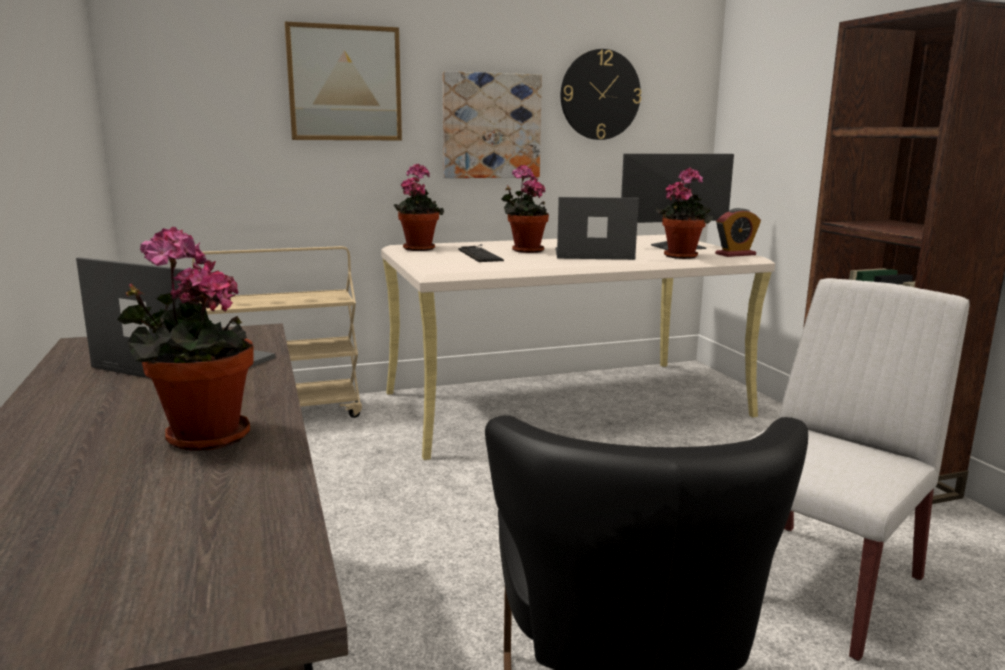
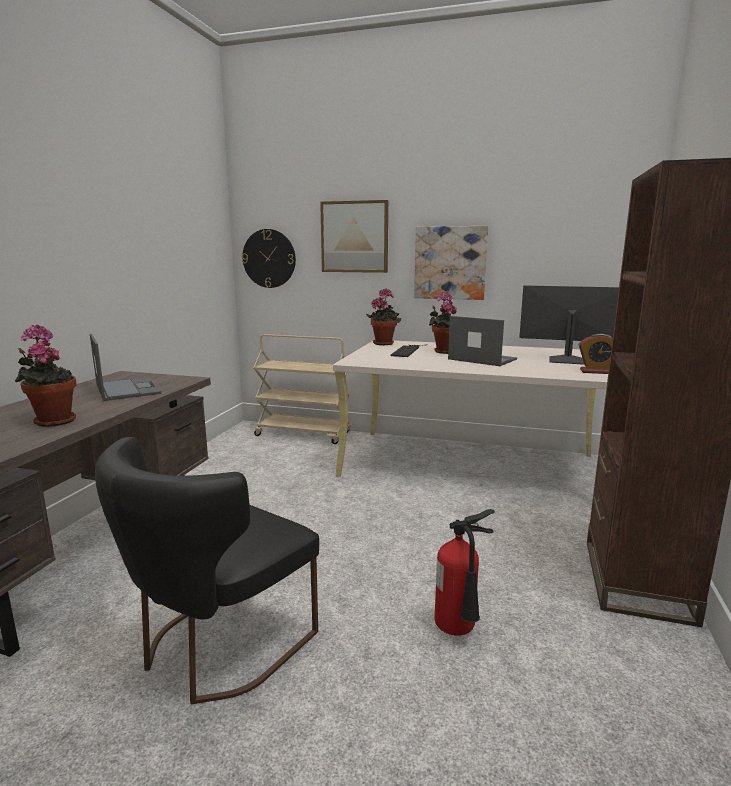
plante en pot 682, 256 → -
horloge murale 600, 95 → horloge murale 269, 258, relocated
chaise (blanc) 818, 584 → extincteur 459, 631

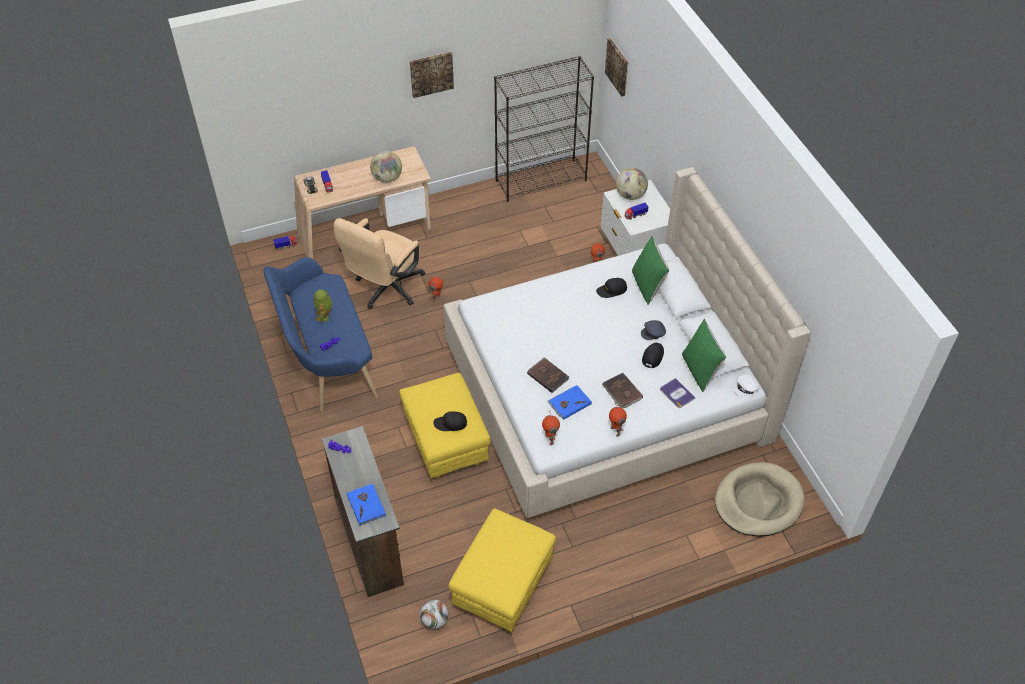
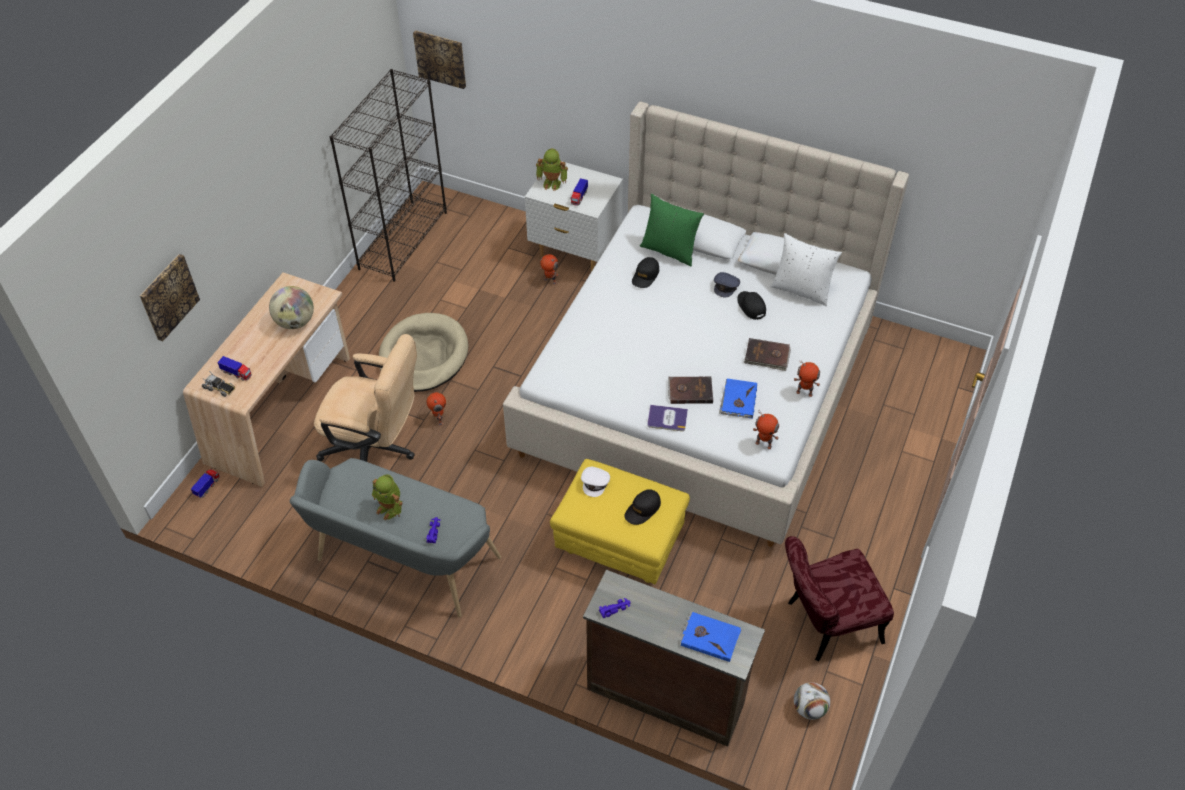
tableau 431, 73 → tableau 168, 296, relocated
livre 677, 393 → livre 667, 418, relocated
panier pour chien (beige) 758, 502 → panier pour chien (beige) 423, 356, relocated
casquette (blanc) 746, 387 → casquette (blanc) 595, 483, relocated
pouf (jaune) 502, 586 → chaise (rouge) 824, 624
globe 630, 195 → robot jouet 552, 183
banc (bleu) 327, 360 → banc (gris) 402, 564
coussin (vert) 700, 370 → coussin (blanc) 801, 290
chaise de bureau (beige) 385, 290 → chaise de bureau (beige) 376, 450, 60 degrees counterclockwise

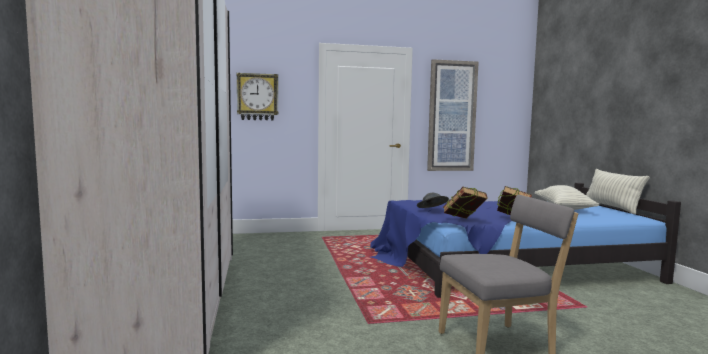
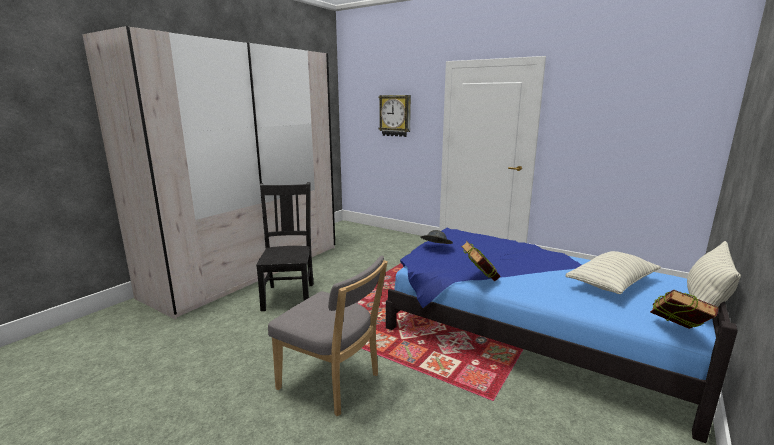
tableau 451, 116 → -
- → chaise (noir) 289, 295
livre 463, 221 → livre 676, 332, relocated

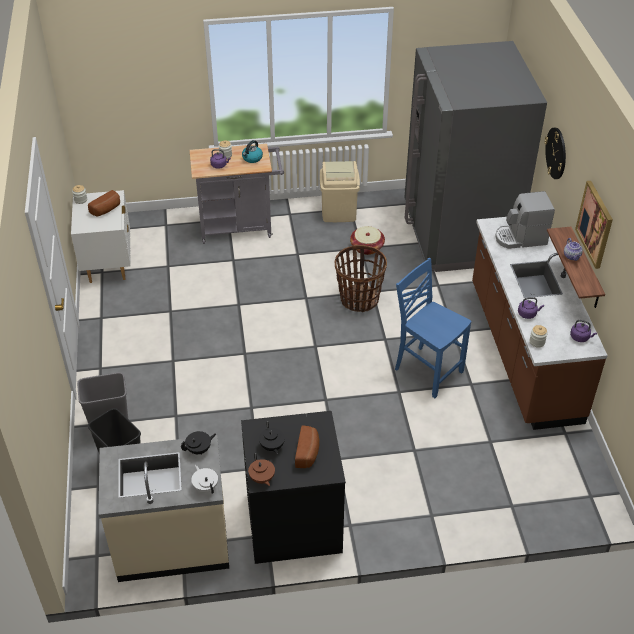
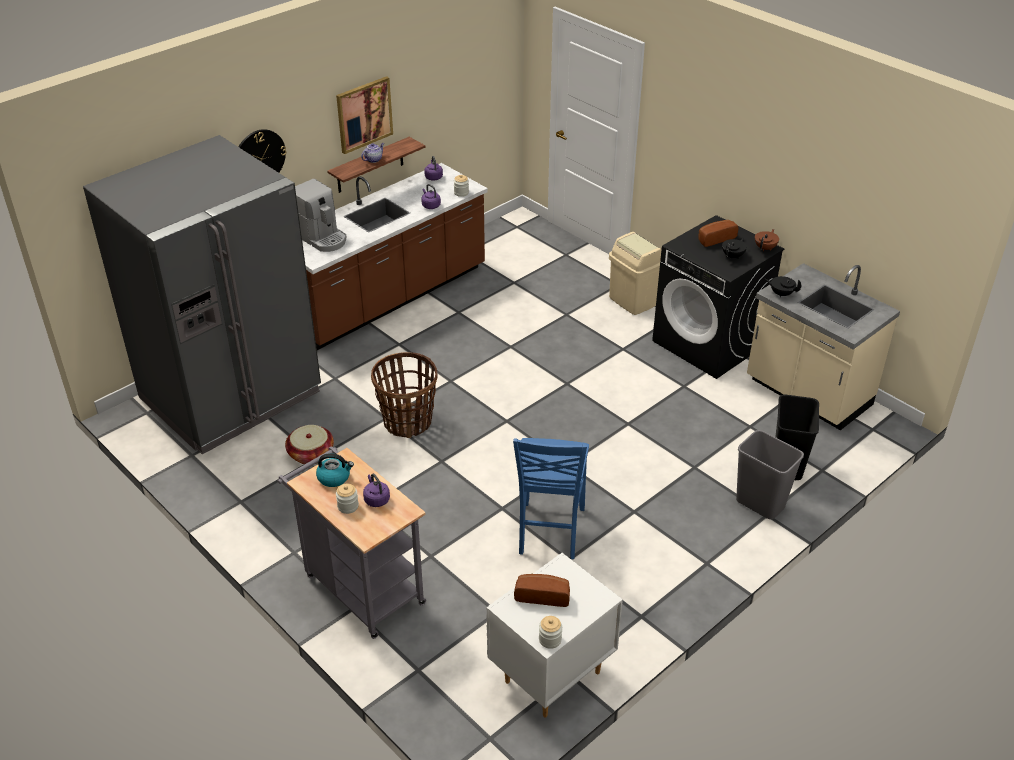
théière (blanc) 205, 486 → -
poubelle (beige) 339, 212 → poubelle (beige) 634, 300, relocated
chaise (bleu) 427, 370 → chaise (bleu) 549, 532, relocated

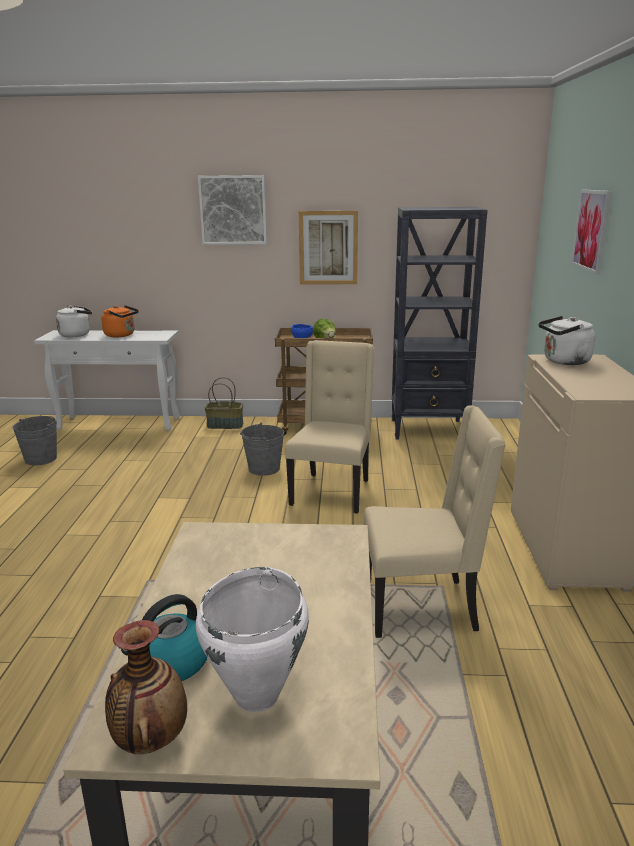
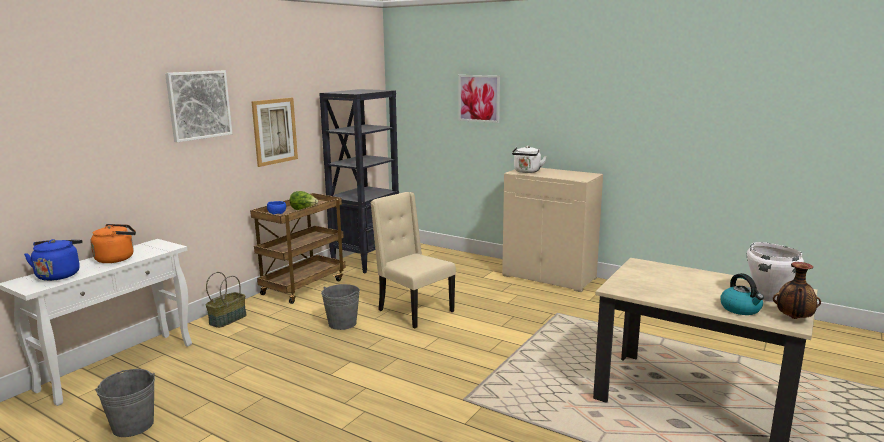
chaise (beige) 422, 606 → -
bouilloire (blanc) 77, 335 → bouilloire (bleu) 59, 275

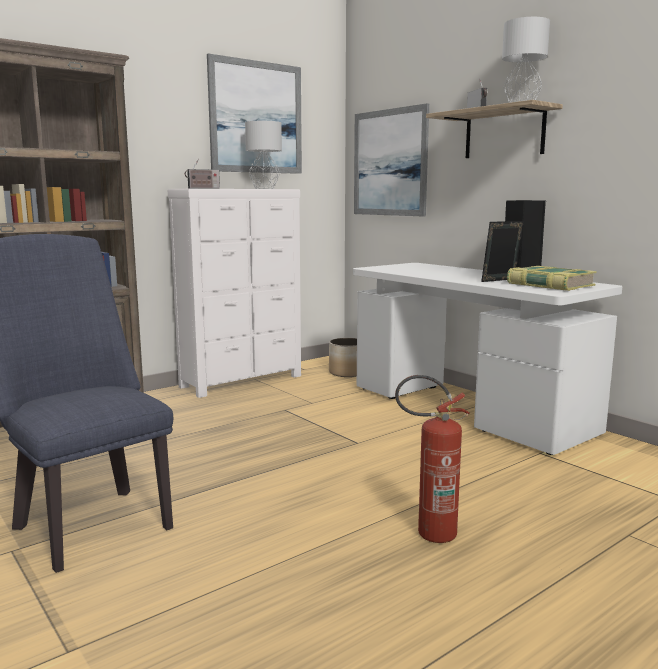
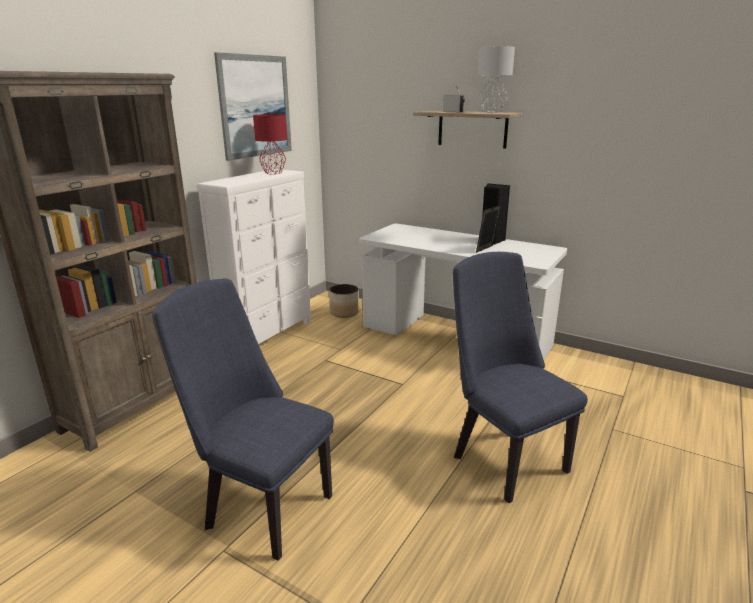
radio 202, 188 → -
tableau 389, 163 → -
livre 549, 285 → -
extincteur 427, 535 → chaise (bleu) 503, 458
lampe de table (gris) 265, 188 → lampe de table (rouge) 274, 173

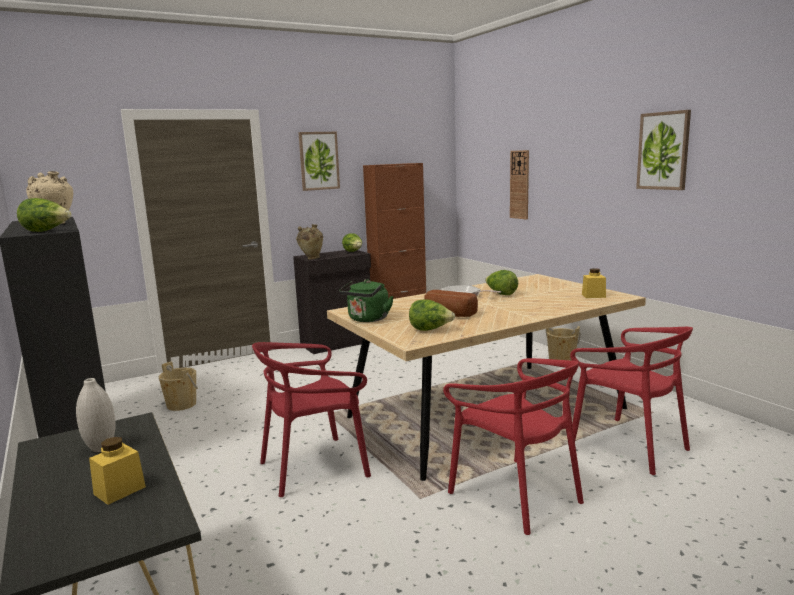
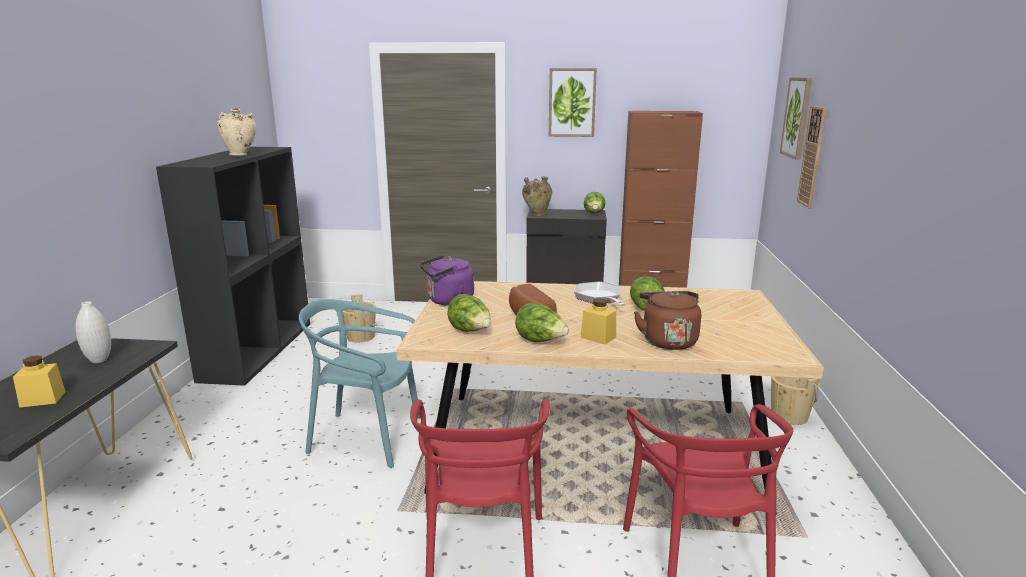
- → bouilloire (marron) 667, 340
laitue 46, 231 → laitue 540, 341, relocated
bocal (jaune) 593, 296 → bocal (jaune) 598, 337, relocated
tableau 663, 151 → tableau 797, 117, relocated
chaise (rouge) 314, 467 → chaise (turquoise) 366, 437
bouilloire (vert) 367, 319 → bouilloire (violet) 448, 301

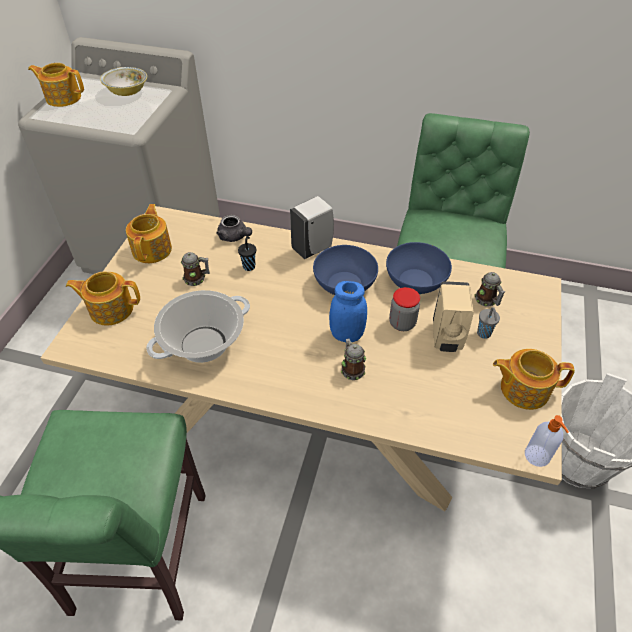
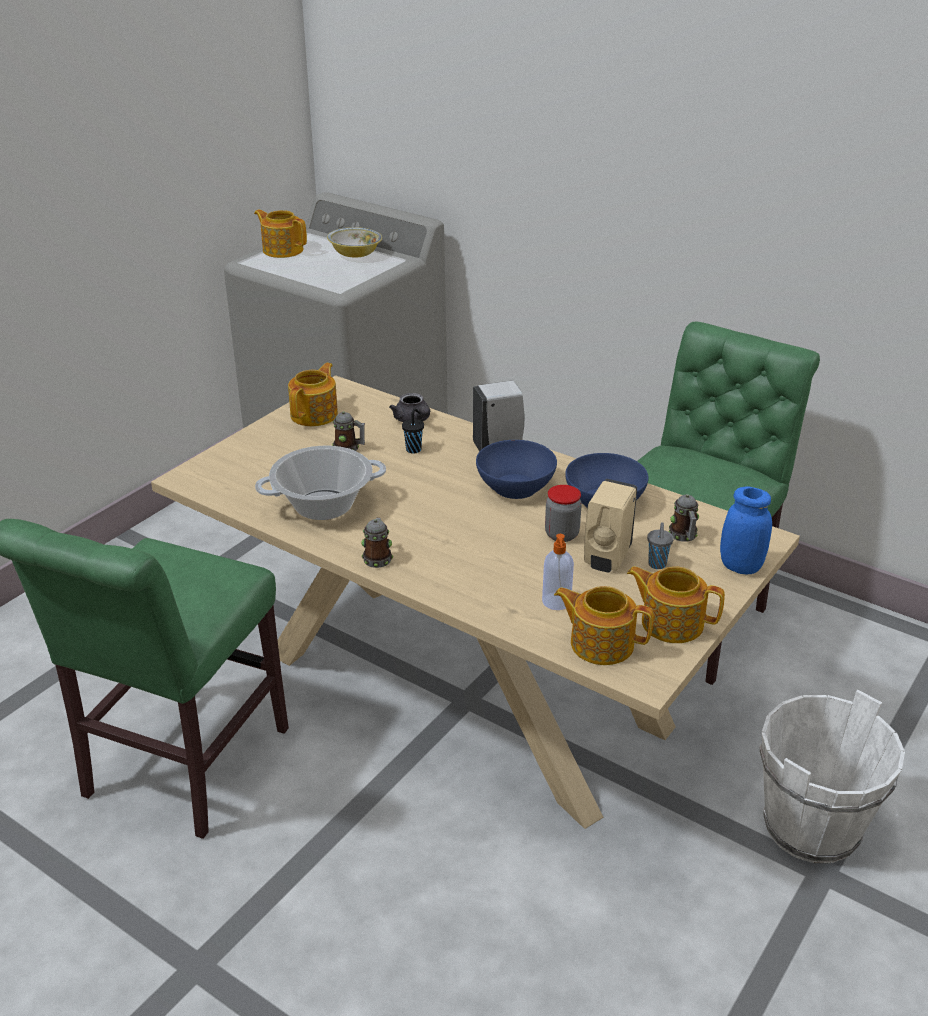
théière 110, 308 → théière 600, 643, relocated
bocal (bleu) 346, 334 → bocal (bleu) 740, 566, relocated
mug 351, 368 → mug 378, 557, relocated
distributeur de savon 537, 456 → distributeur de savon 556, 602, relocated

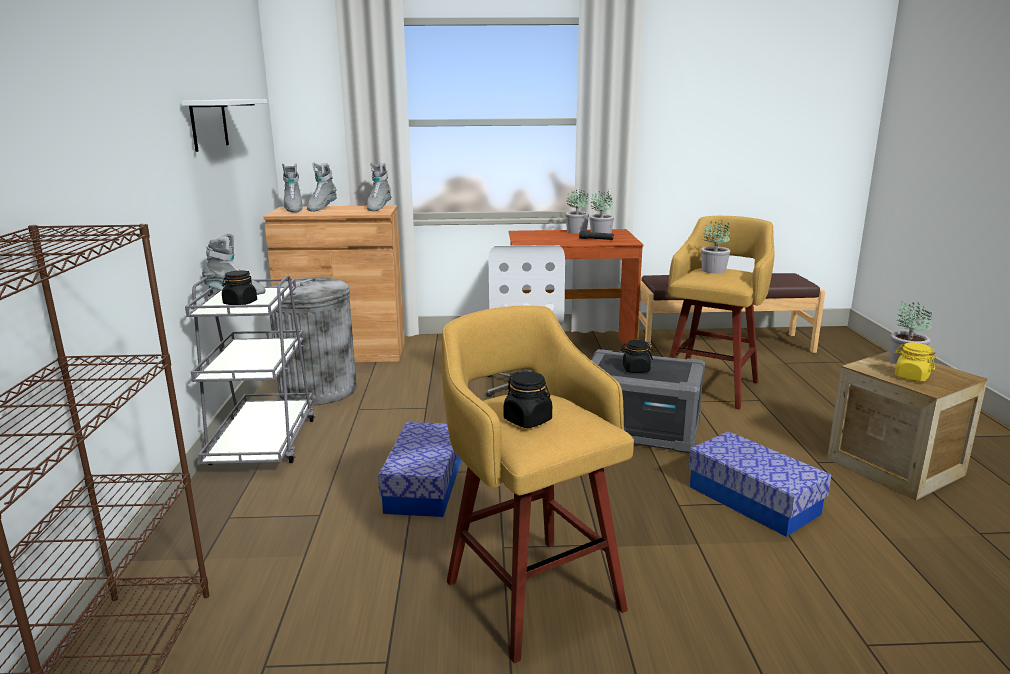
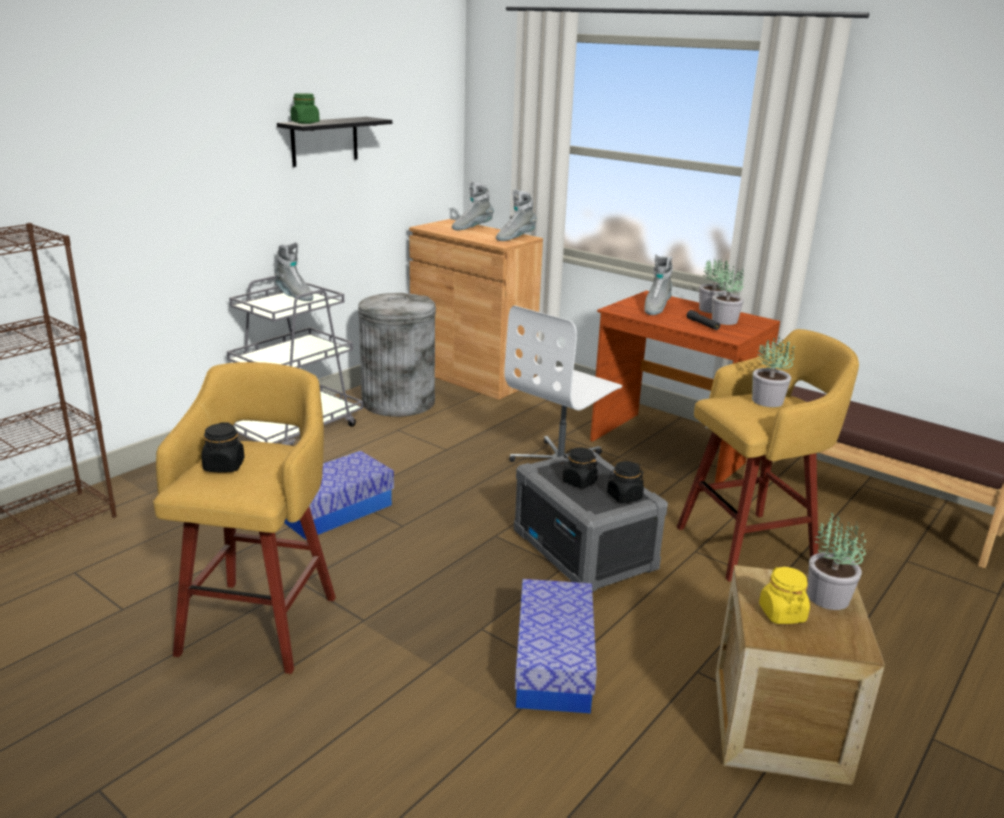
- → bocal (vert) 305, 123
bocal (noir) 240, 303 → bocal (noir) 624, 496, relocated
botte (gris) 293, 209 → botte (gris) 656, 308, relocated
étagère (blanc) 209, 124 → étagère (noir) 324, 141

